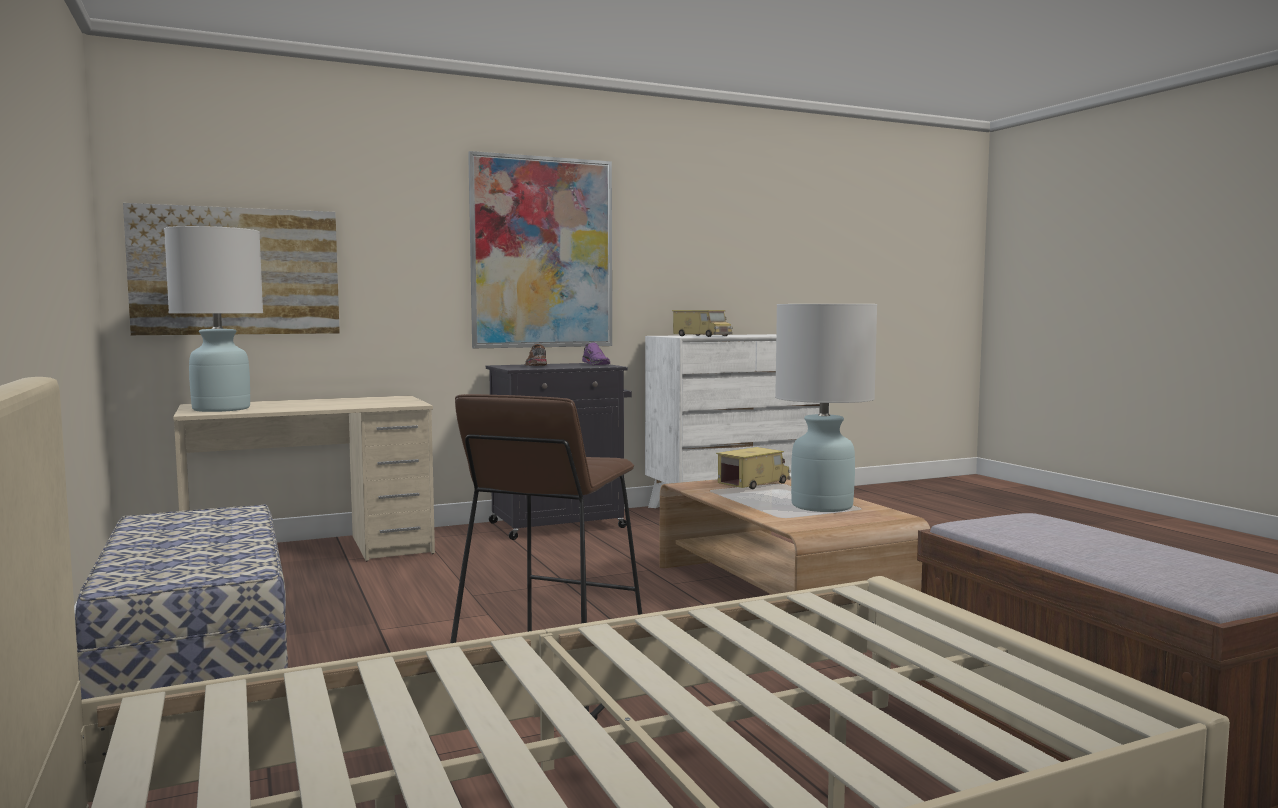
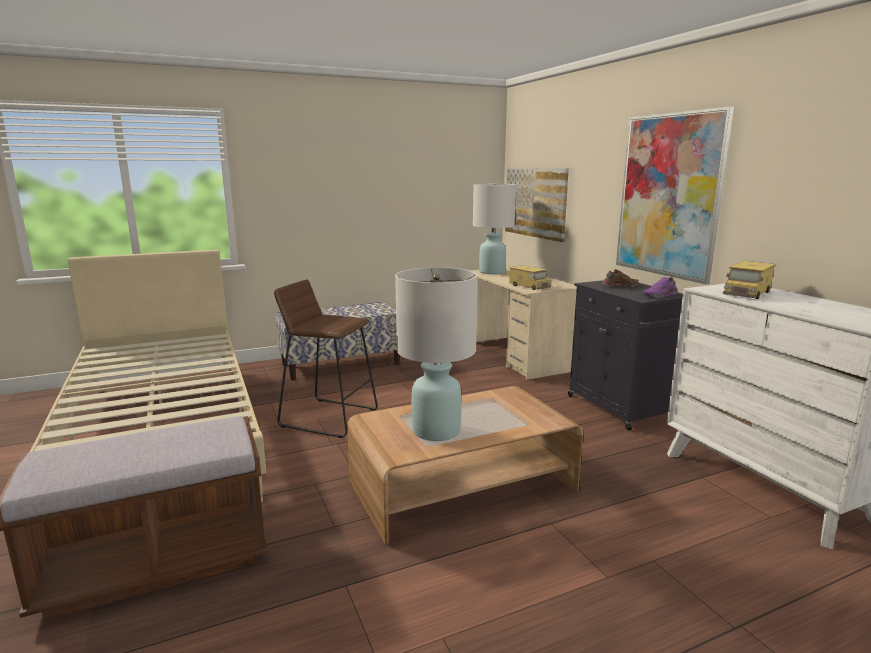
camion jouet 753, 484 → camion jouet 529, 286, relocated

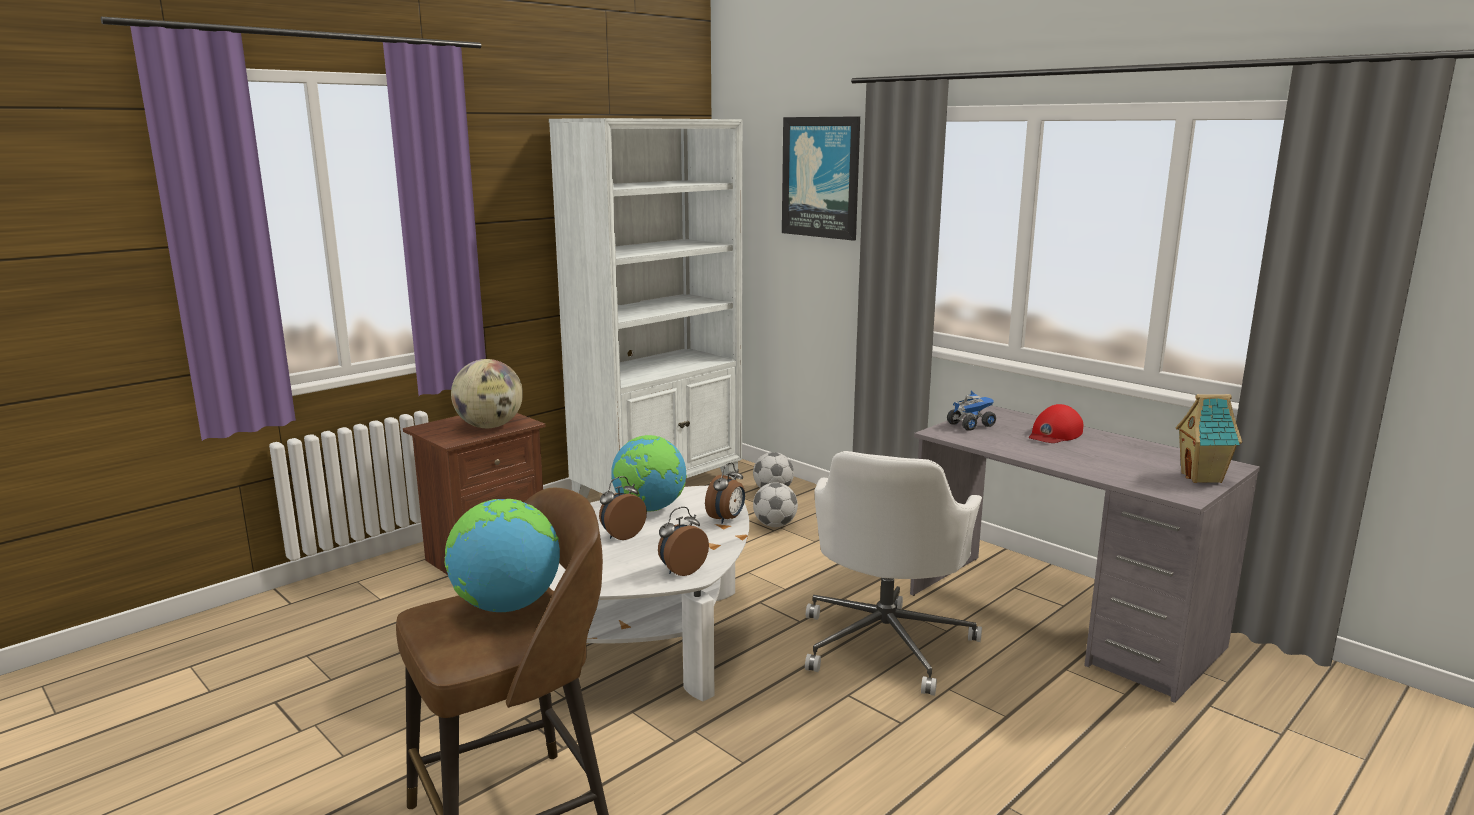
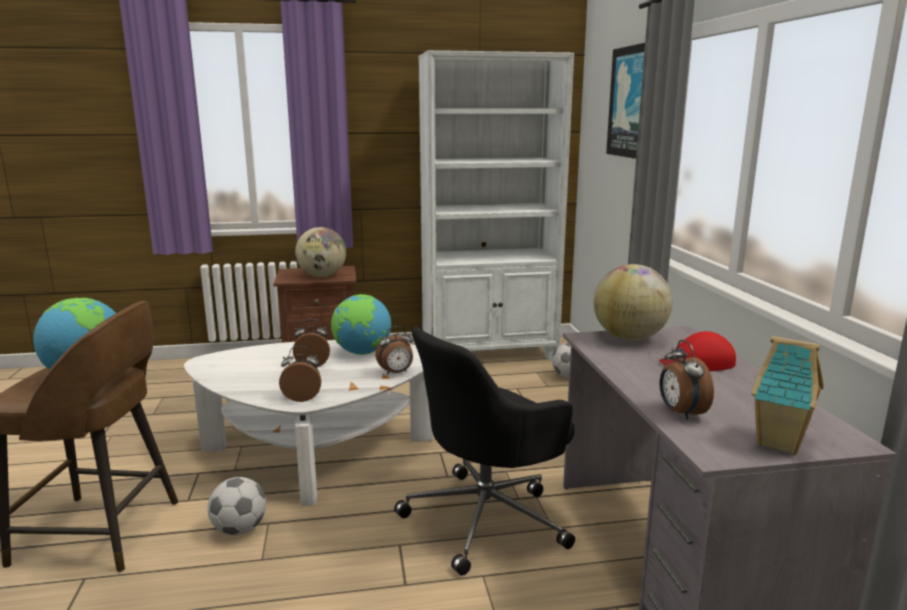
- → réveil 680, 413
ballon de foot 775, 525 → ballon de foot 240, 529, relocated
camion jouet 971, 425 → globe 629, 338
chaise de bureau (blanc) 886, 643 → chaise de bureau (noir) 487, 517

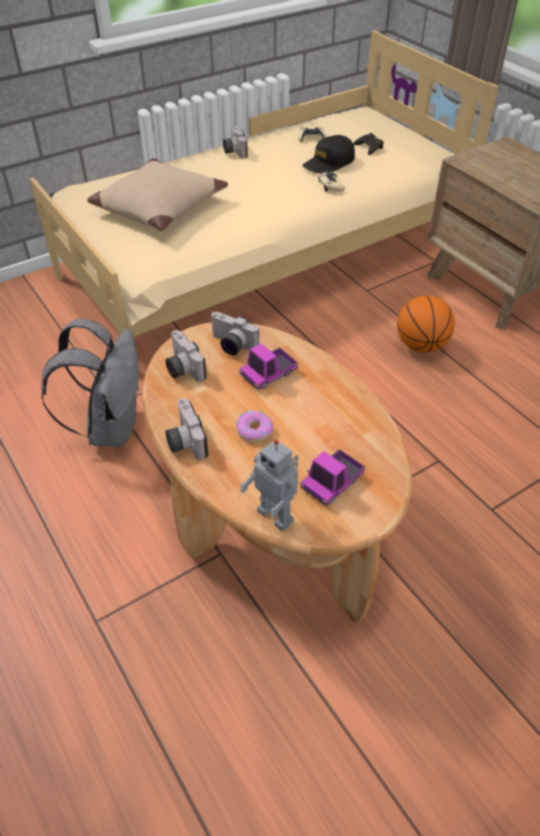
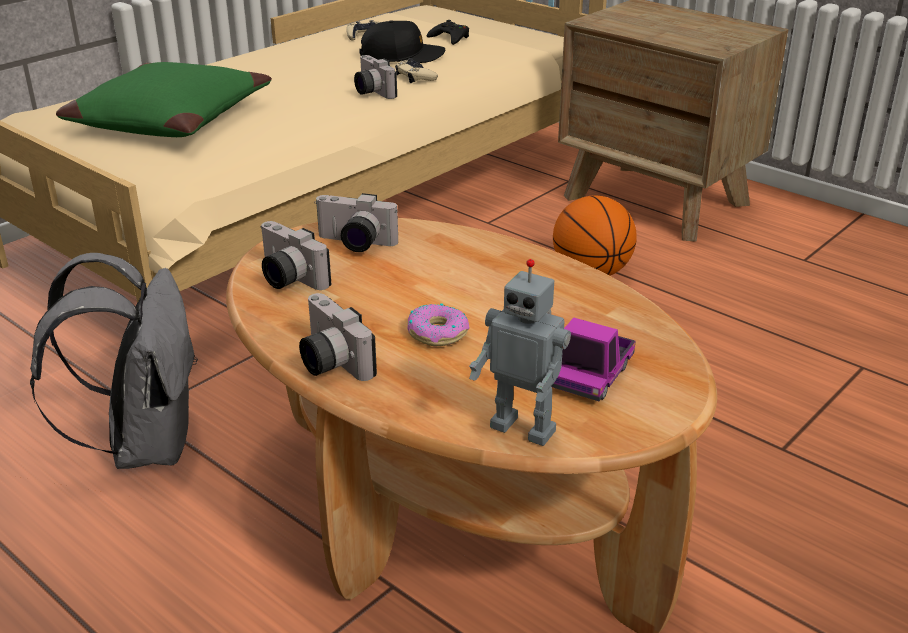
camion jouet 268, 374 → -
appareil photo 233, 151 → appareil photo 370, 92, relocated
coussin (beige) 159, 207 → coussin (vert) 169, 120
casquette (noir) 329, 163 → casquette (noir) 402, 56, 135 degrees counterclockwise

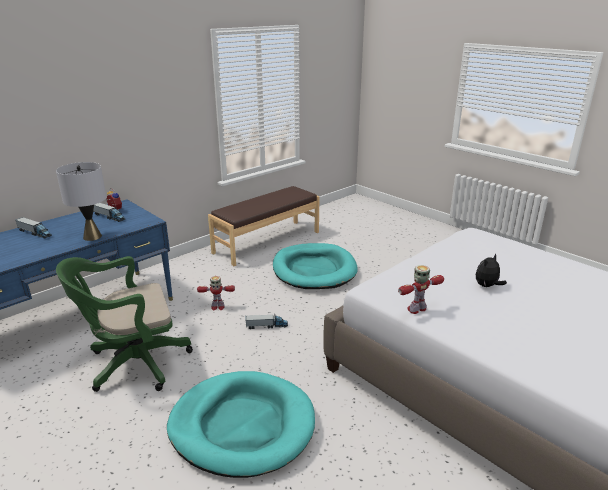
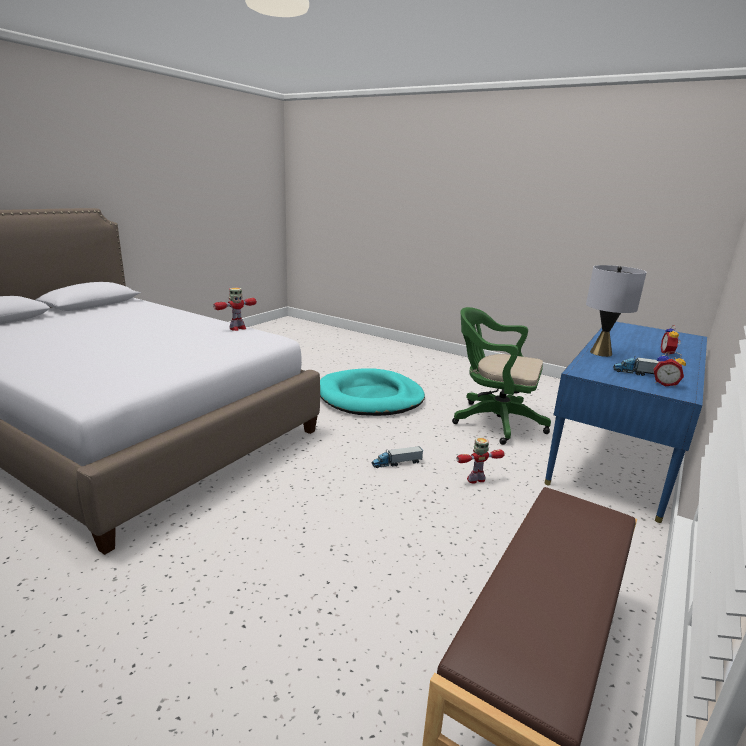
panier pour chien (turquoise) 314, 269 → -
peluche 487, 286 → -
camion jouet 35, 233 → réveil 668, 353
chaise de bureau (vert) 133, 364 → chaise de bureau (vert) 493, 421, 120 degrees counterclockwise

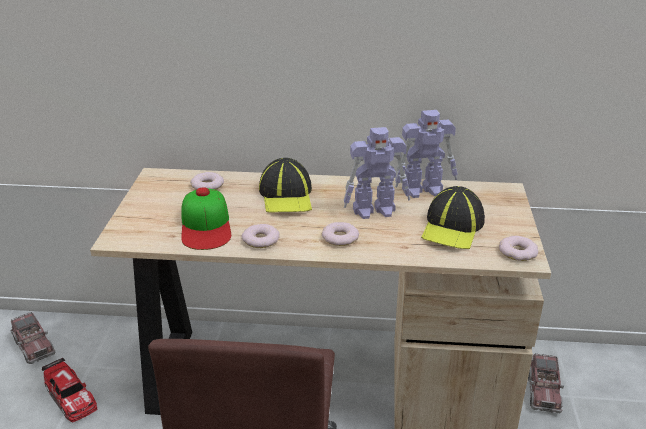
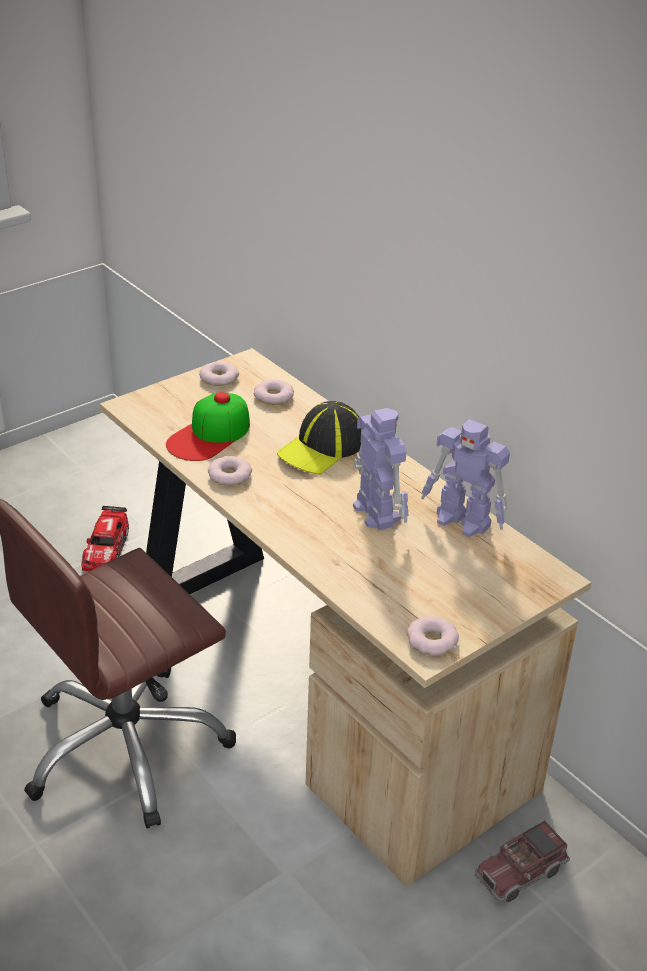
camion jouet 34, 346 → -
casquette 452, 227 → -
beignet 340, 237 → beignet 219, 378, relocated
robot jouet 375, 210 → robot jouet 376, 511, 150 degrees counterclockwise

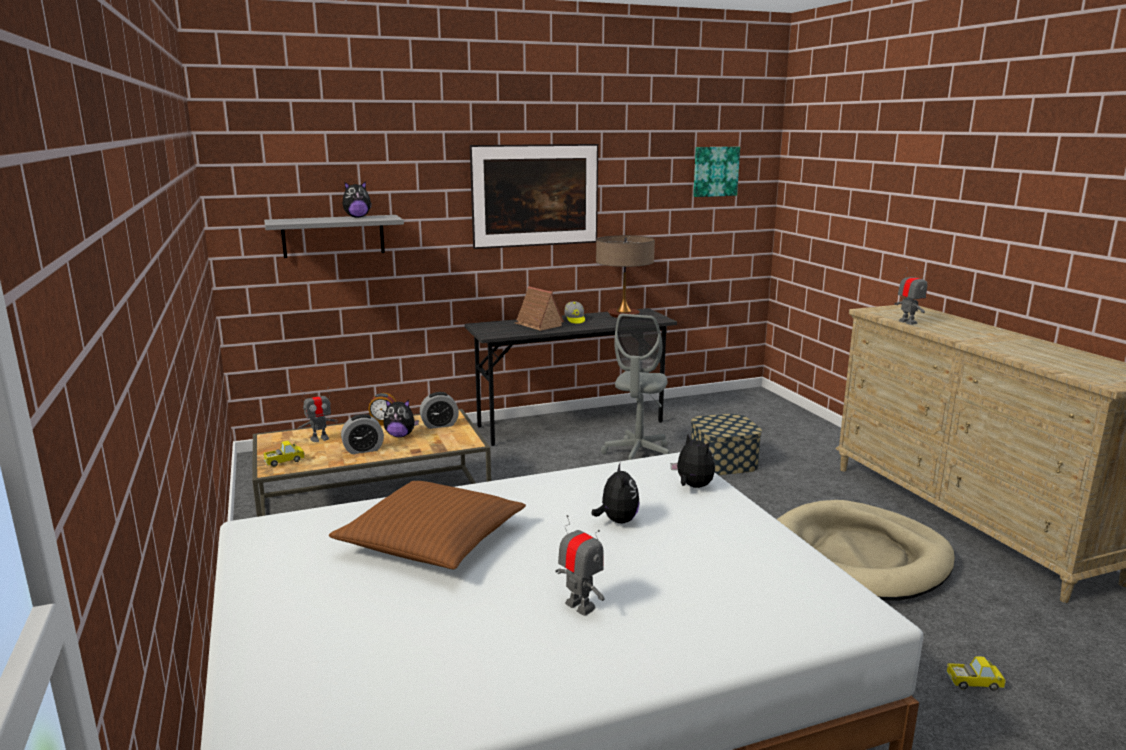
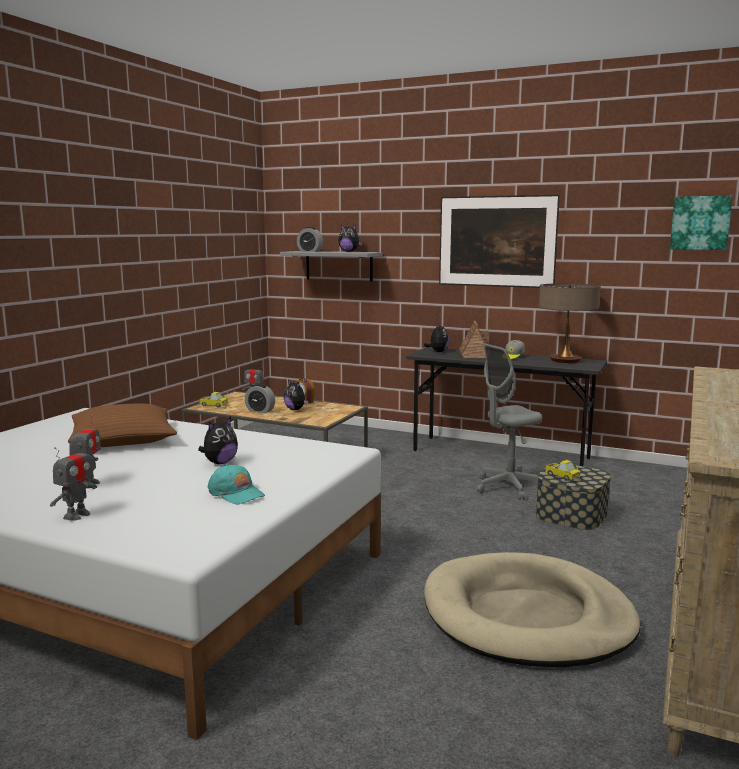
- → casquette (turquoise) 236, 493
réveil 439, 425 → réveil 310, 251, relocated
peluche 692, 486 → peluche 437, 352, relocated
robot jouet 908, 322 → robot jouet 77, 515, relocated
camion jouet 974, 683 → camion jouet 562, 476, relocated

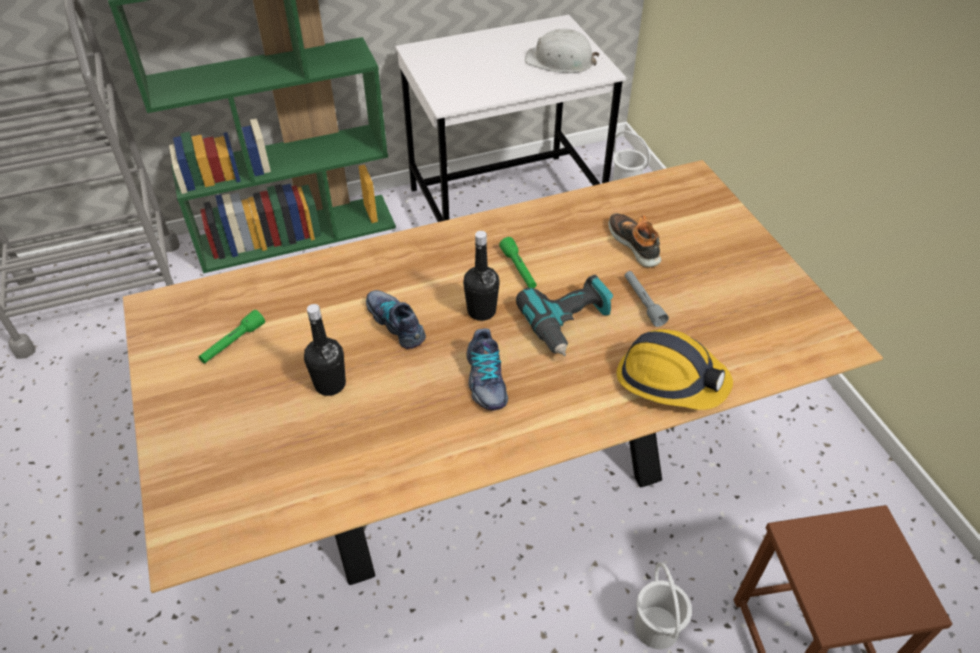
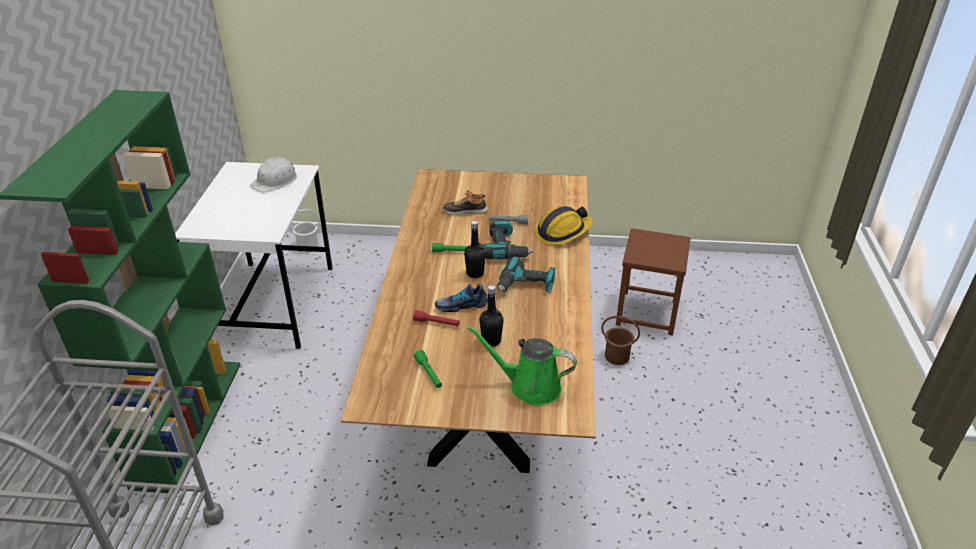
- → lampe de poche (rouge) 436, 323
- → arrosoir (vert) 530, 386
chaussure 485, 380 → perceuse 525, 286
seau (blanc) 657, 626 → seau (marron) 616, 356

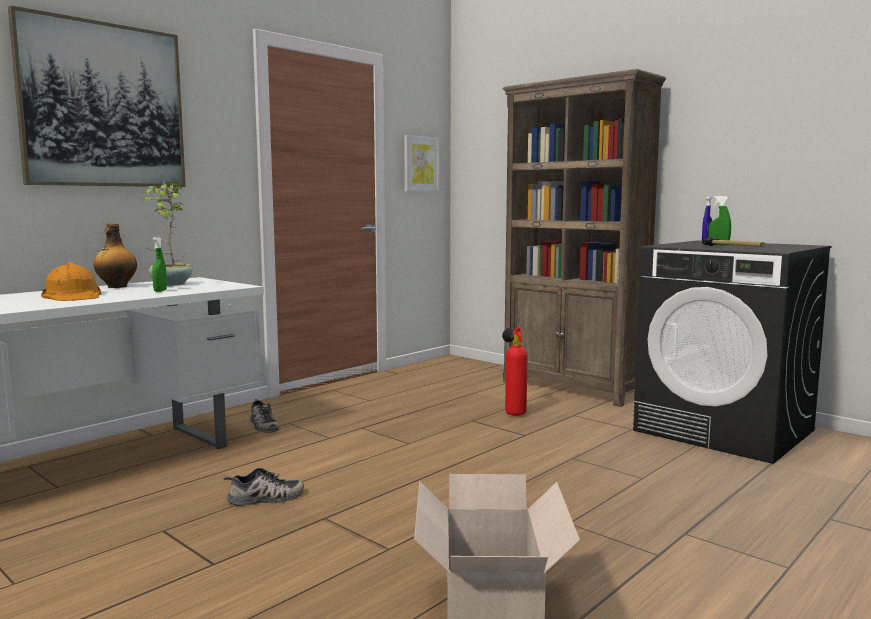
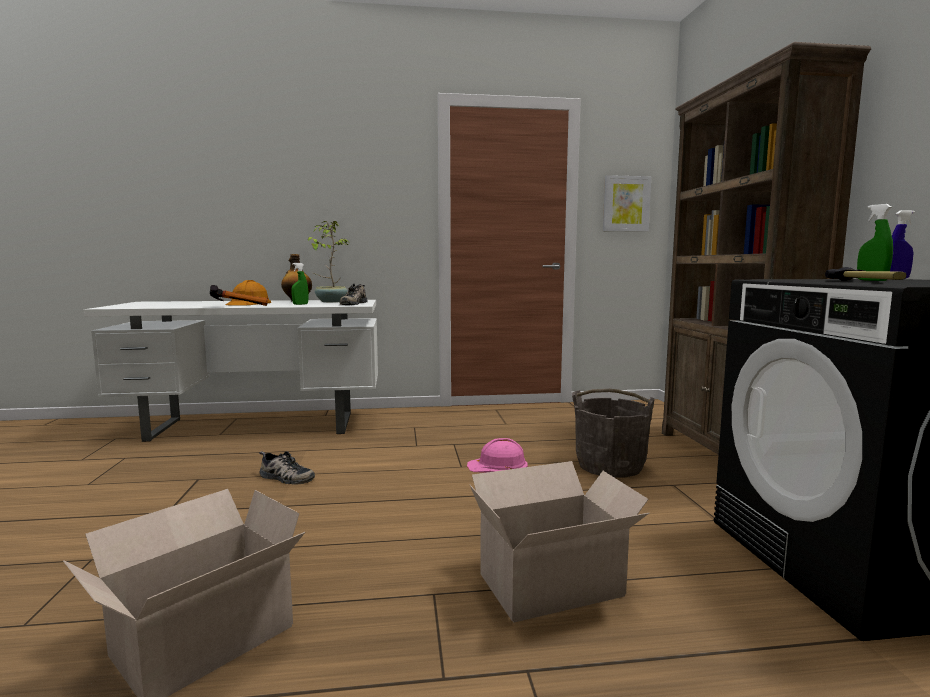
tableau 103, 105 → -
- → marteau 239, 306
- → casque de chantier (rose) 498, 465
- → carton 555, 585
chaussure 262, 425 → chaussure 353, 303, relocated
extincteur 513, 413 → seau (gris) 610, 465

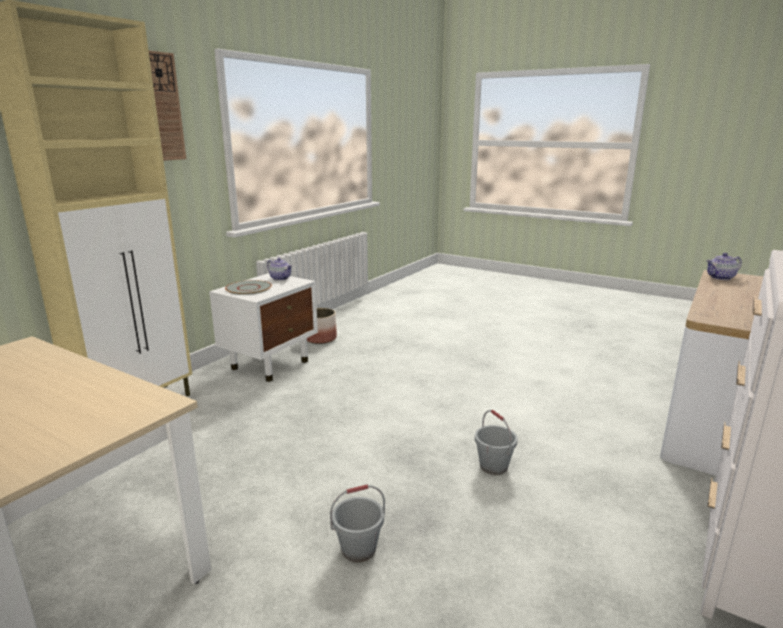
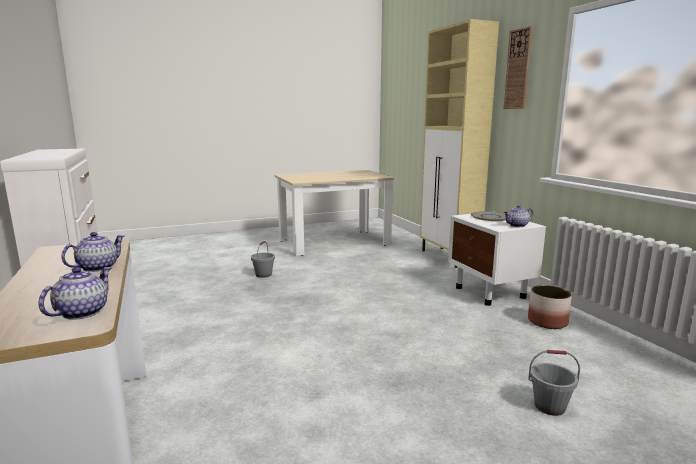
- → théière 98, 267
seau (gris) 494, 466 → seau (gris) 549, 406, relocated

